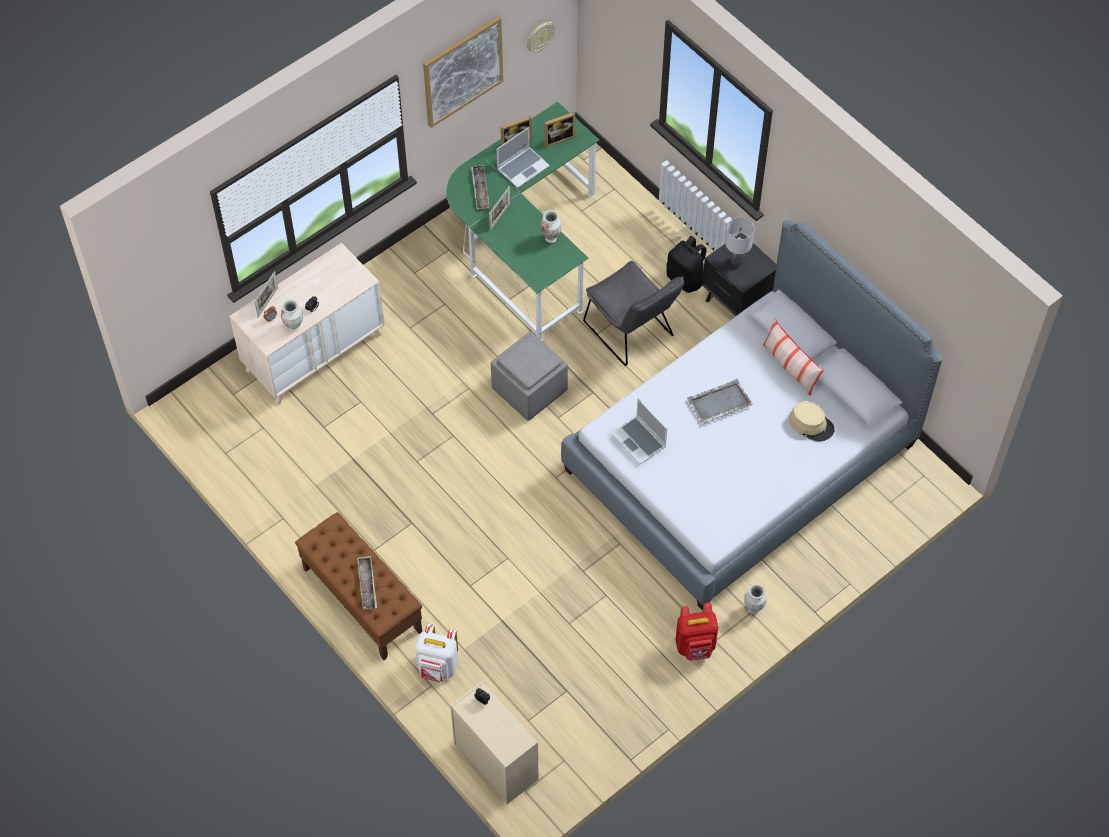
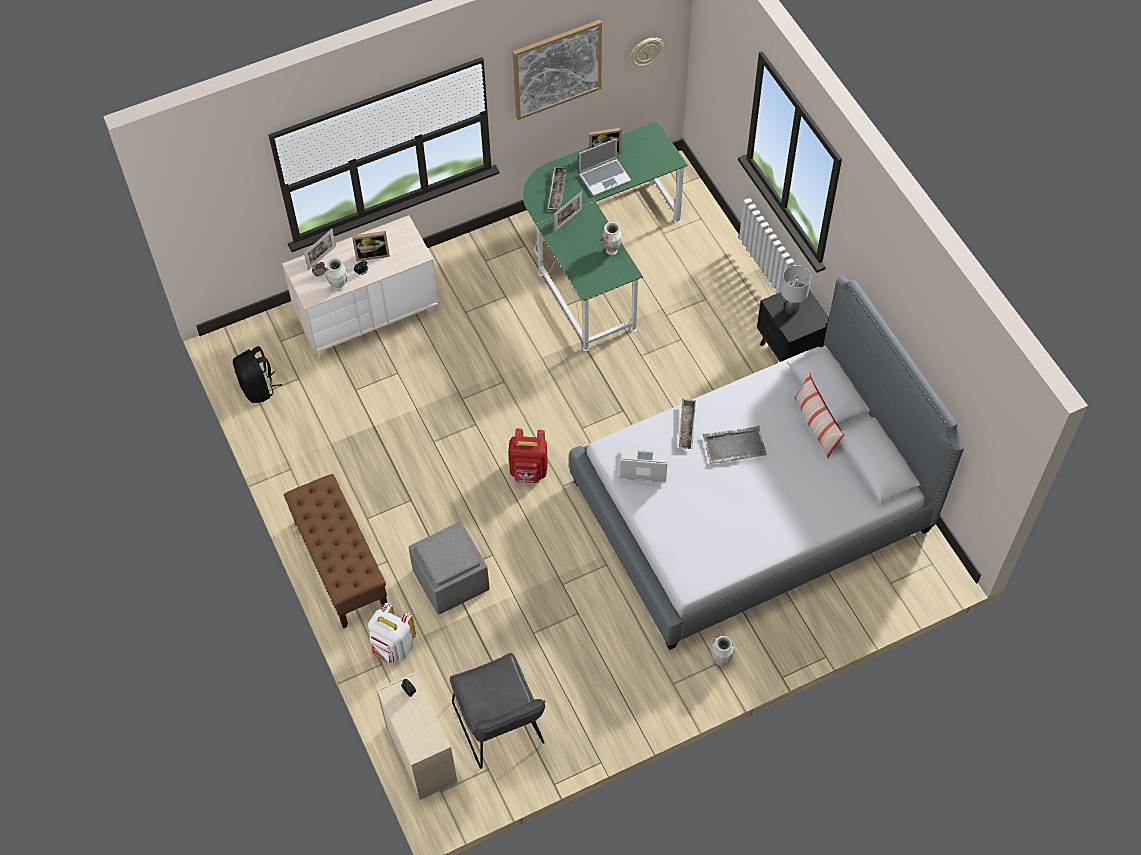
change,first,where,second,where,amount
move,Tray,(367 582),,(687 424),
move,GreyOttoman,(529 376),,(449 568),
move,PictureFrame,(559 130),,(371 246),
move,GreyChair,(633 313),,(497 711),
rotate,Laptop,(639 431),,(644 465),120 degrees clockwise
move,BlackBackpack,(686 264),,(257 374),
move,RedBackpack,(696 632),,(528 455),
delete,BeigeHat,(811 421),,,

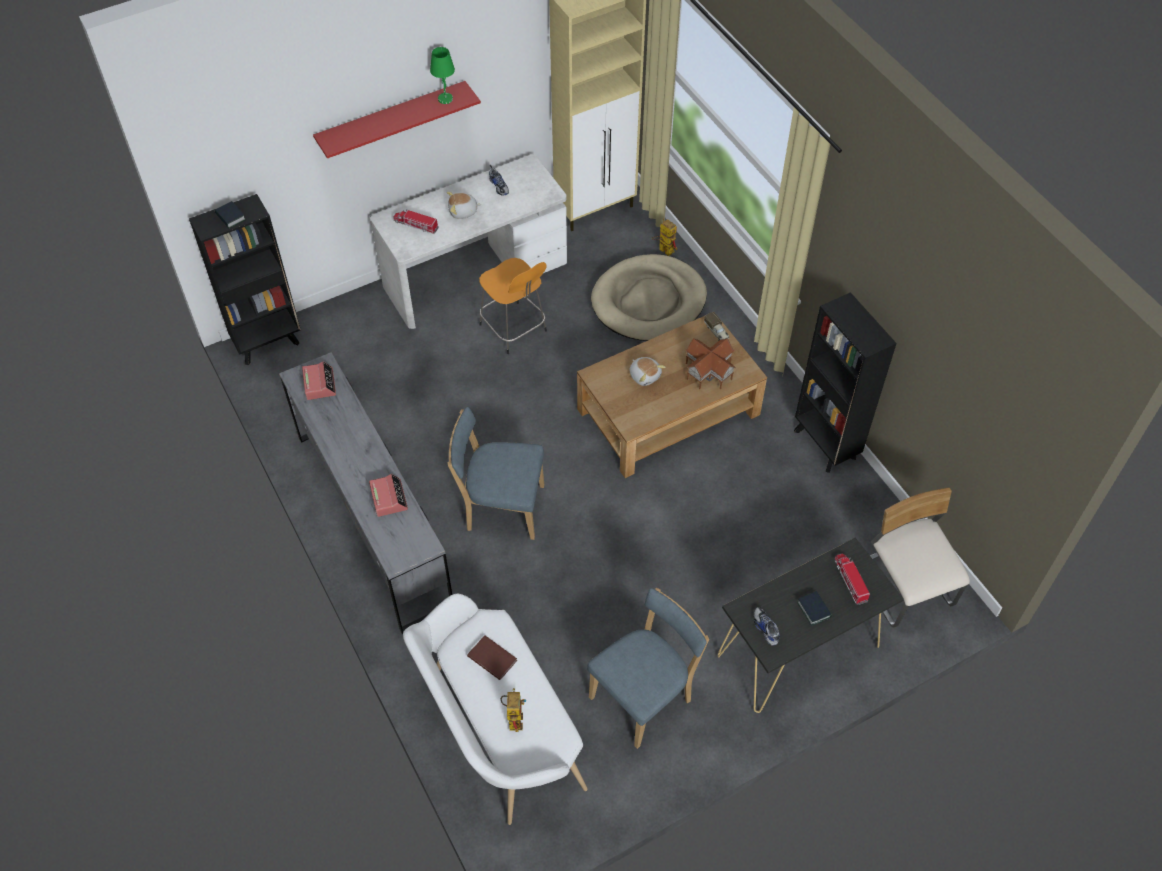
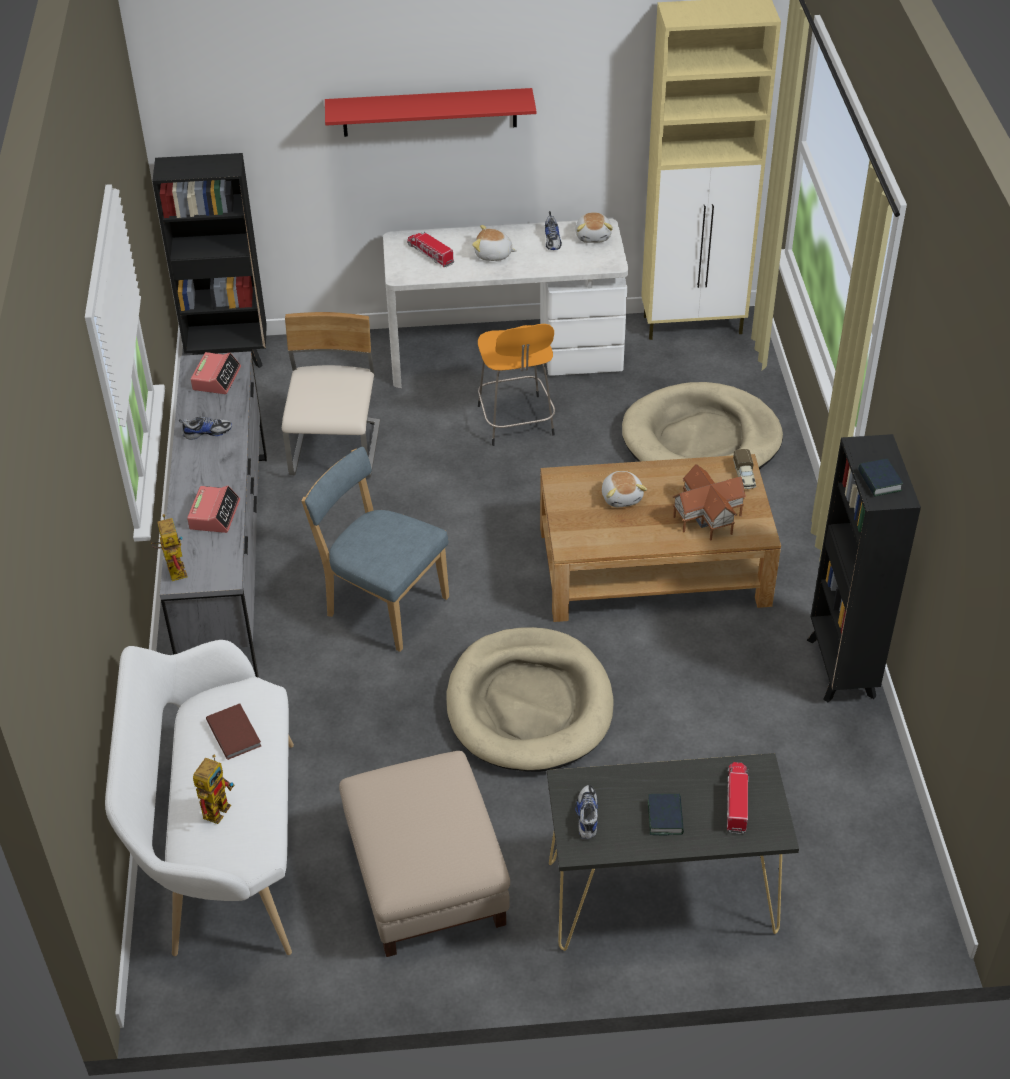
change,first,where,second,where,amount
move,Book,(230 214),,(880 478),
delete,GreenTableLamp,(442 75),,,
replace,BlueChair,(648 668),BeigeOttoman,(424 854),
move,ToyRobot,(664 237),,(169 547),
move,BeigeChair,(920 558),,(331 395),
insert,,,Shoe,(205 428),
insert,,,BeigeDogBed,(530 699),
insert,,,PlushToy,(594 227),

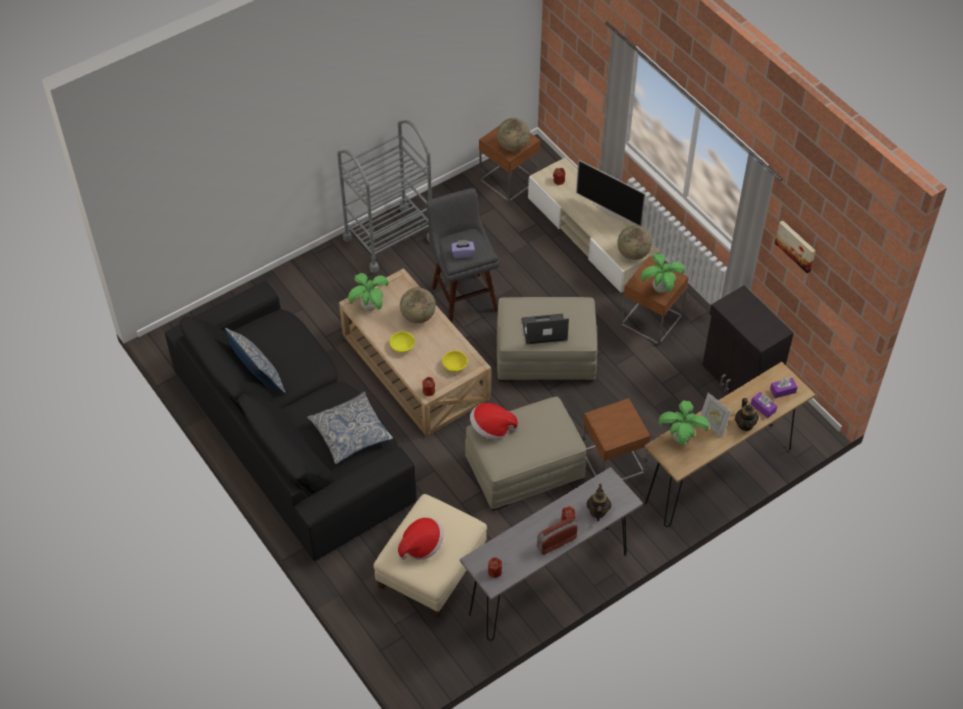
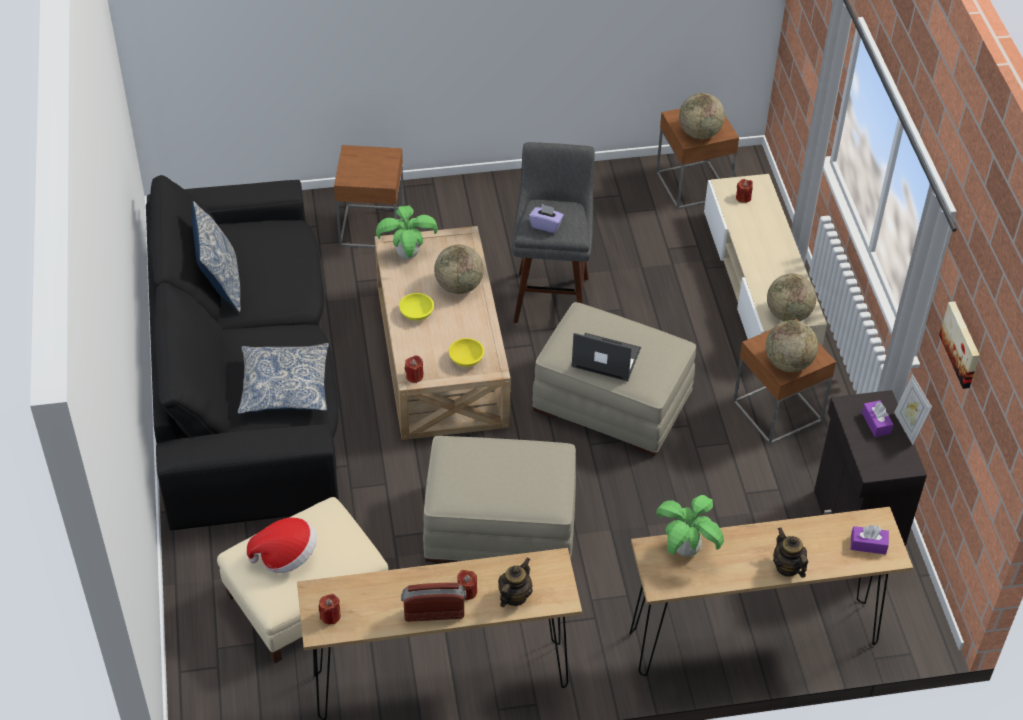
change,first,where,second,where,amount
delete,GreyCart,(384 196),,,
recolor,GreyConsoleTable,(551 554),BrownConsoleTable,(439 634),
delete,Hat,(494 421),,,
delete,Television,(611 193),,,
move,BrownSideTable,(616 439),,(369 196),
replace,PottedPlant,(663 273),Globe,(792 346),
move,PictureFrame,(716 415),,(913 409),
rotate,Teapot,(747 414),,(790 552),135 degrees clockwise
move,PurpleTissueBox,(764 405),,(878 418),

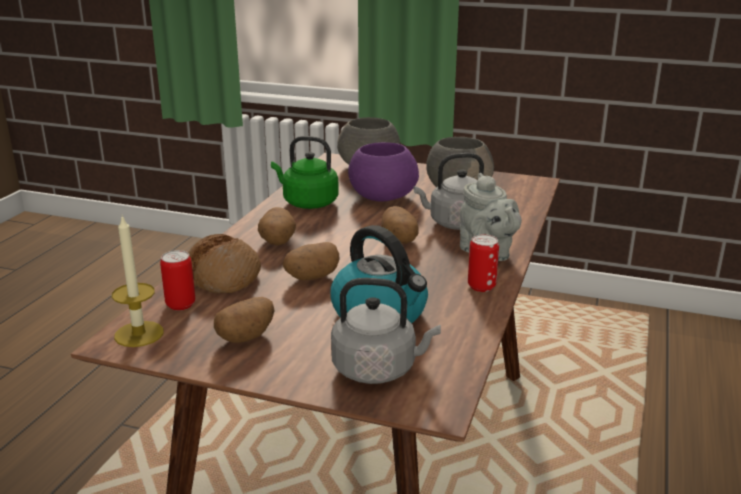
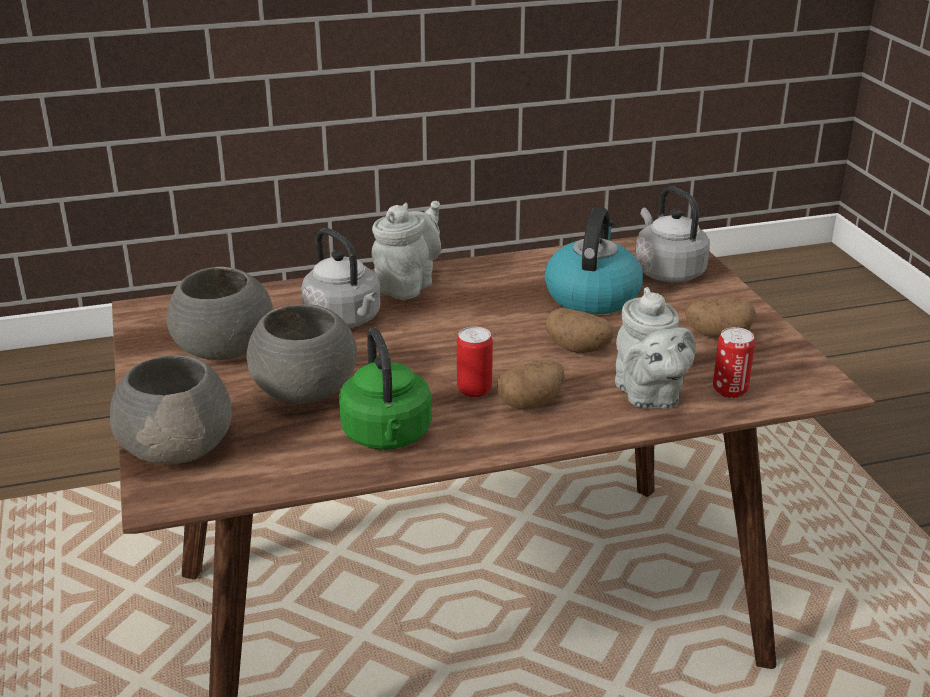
change,first,where,second,where,amount
delete,Candle,(138 281),,,
replace,Bread,(224 263),GreyTeapot,(655 347),
recolor,PurpleBowl,(383 172),GreyBowl,(302 354),
delete,Potato,(400 225),,,
move,Can,(483 263),,(475 362),

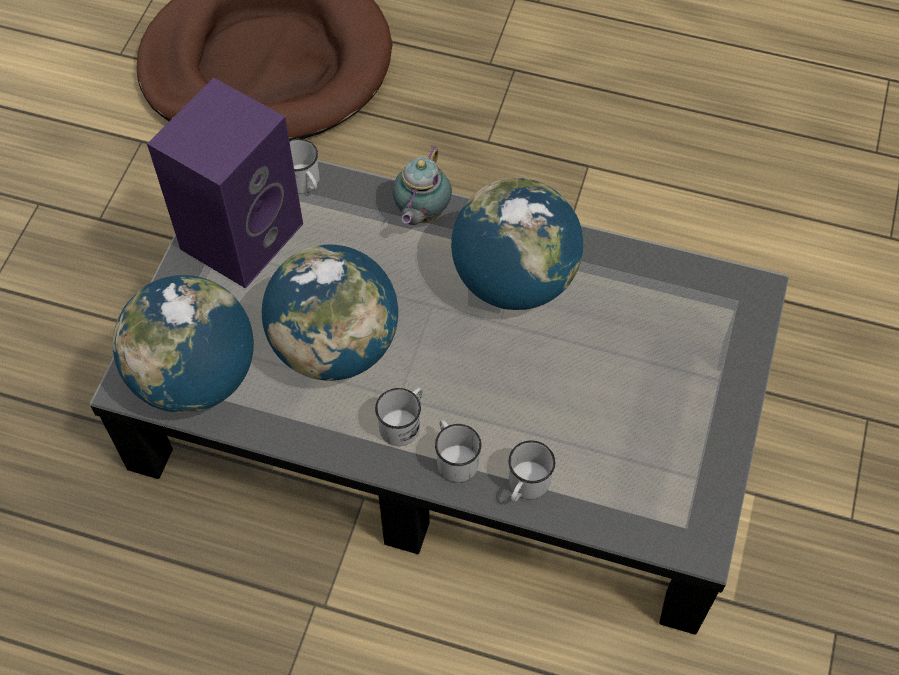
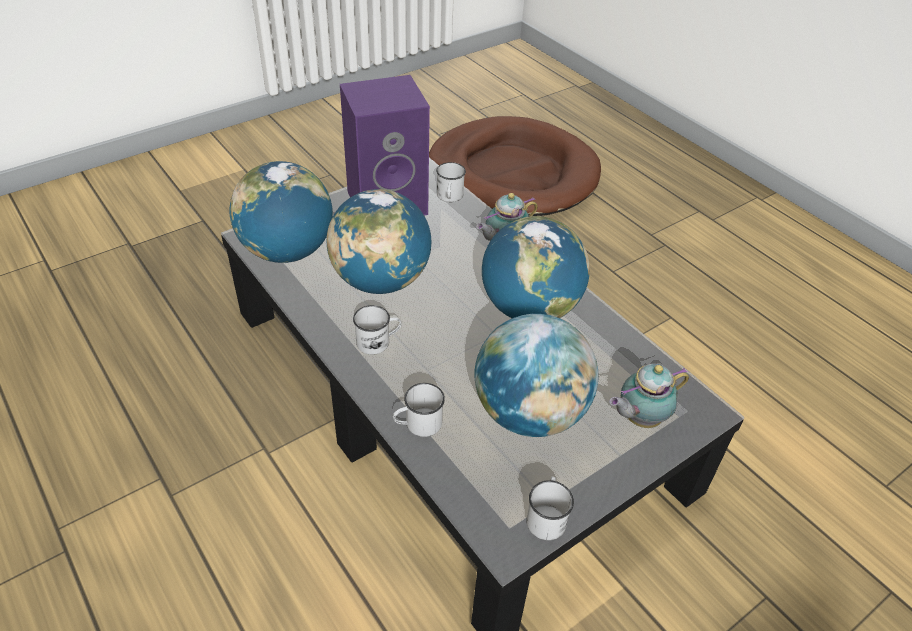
change,first,where,second,where,amount
move,WhiteMug,(458 451),,(550 508),
insert,,,Globe,(536 375),
insert,,,Teapot,(649 396),

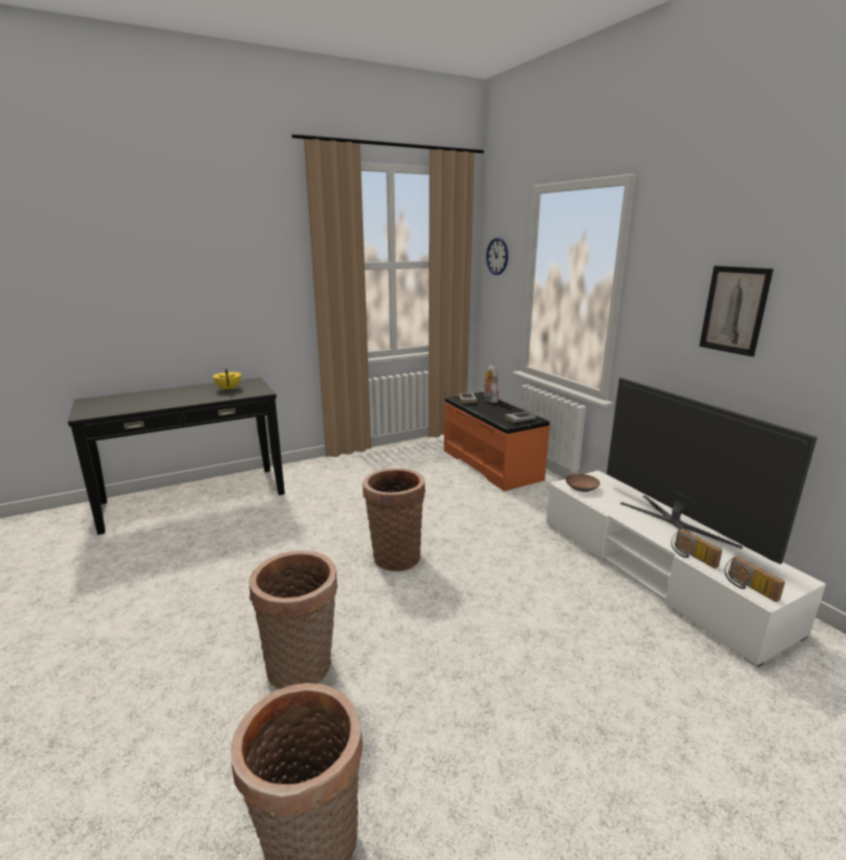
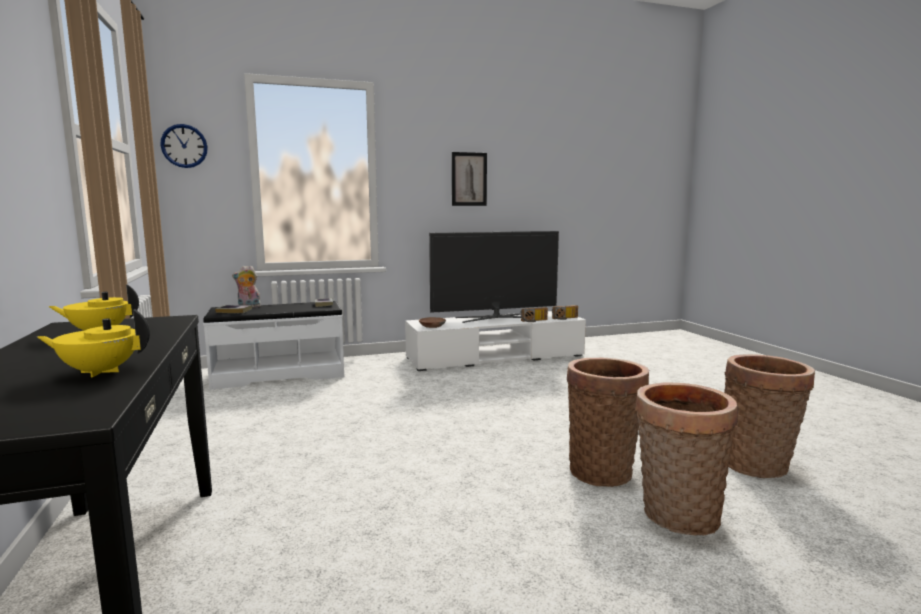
change,first,where,second,where,amount
move,Basket,(394 519),,(686 458),
recolor,OrangeBench,(497 441),WhiteBench,(273 345),
insert,,,YellowTeapot,(93 343),

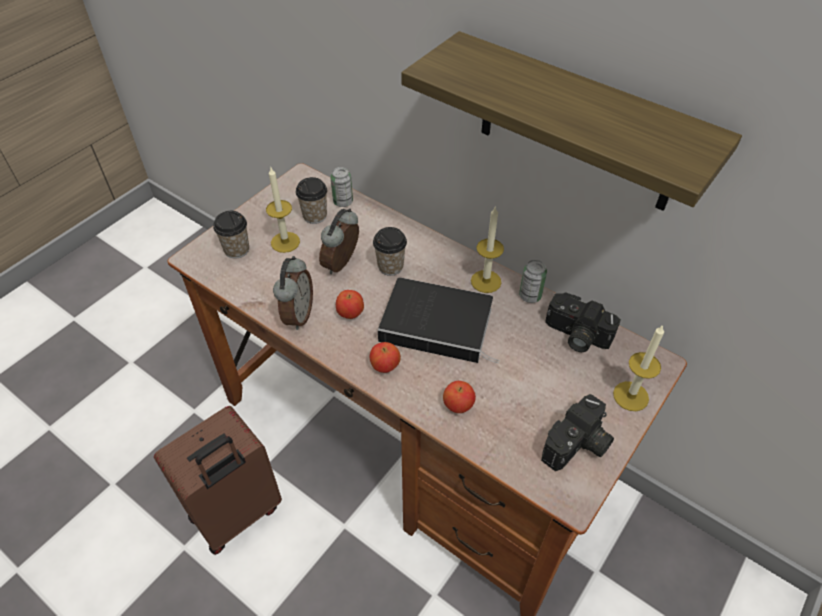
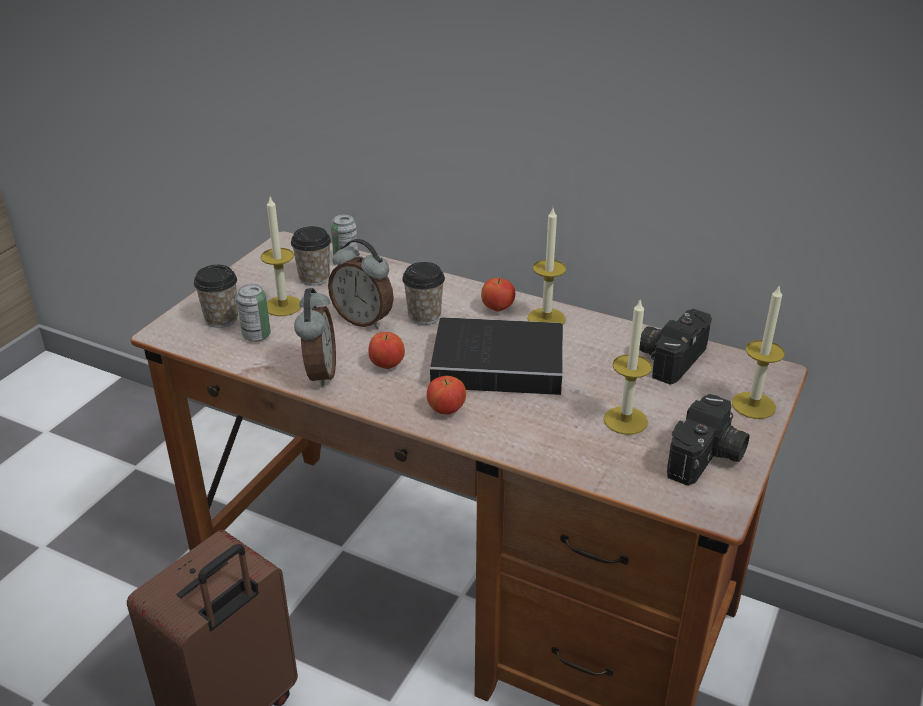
change,first,where,second,where,amount
rotate,AlarmClock,(339 241),,(361 284),75 degrees counterclockwise
delete,Shelf,(571 121),,,
move,Apple,(459 397),,(498 295),
move,Can,(533 281),,(253 313),
rotate,PhotoCamera,(583 322),,(675 347),105 degrees clockwise
insert,,,Candle,(627 366),

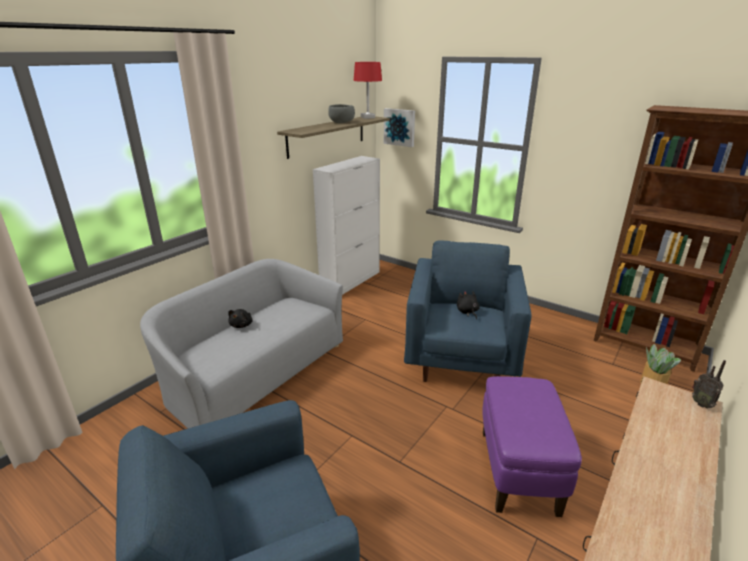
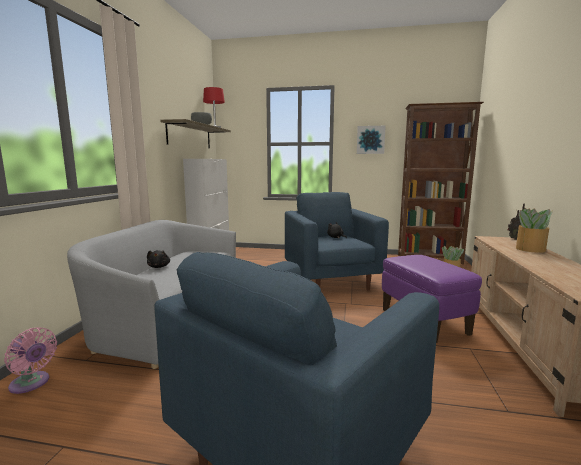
change,first,where,second,where,amount
move,Picture,(399 127),,(371 140),
insert,,,PinkFan,(30 360),
insert,,,PottedPlant,(534 230),

